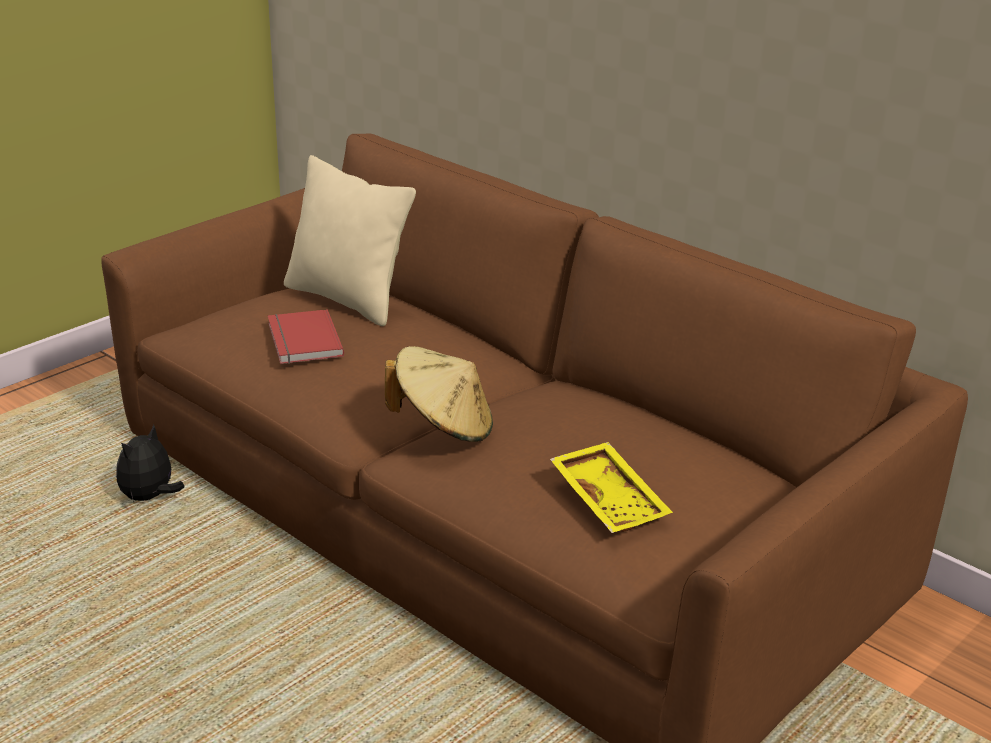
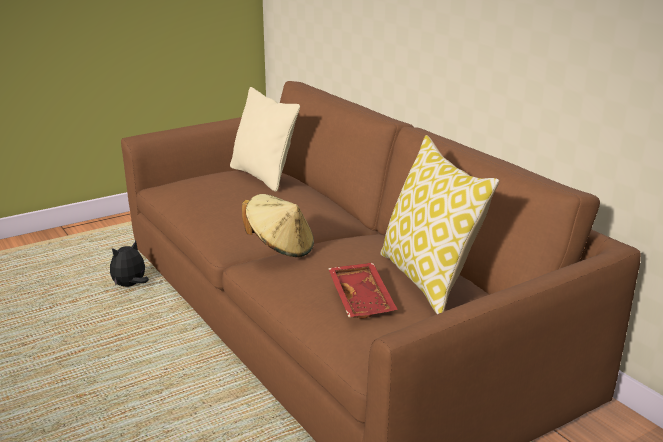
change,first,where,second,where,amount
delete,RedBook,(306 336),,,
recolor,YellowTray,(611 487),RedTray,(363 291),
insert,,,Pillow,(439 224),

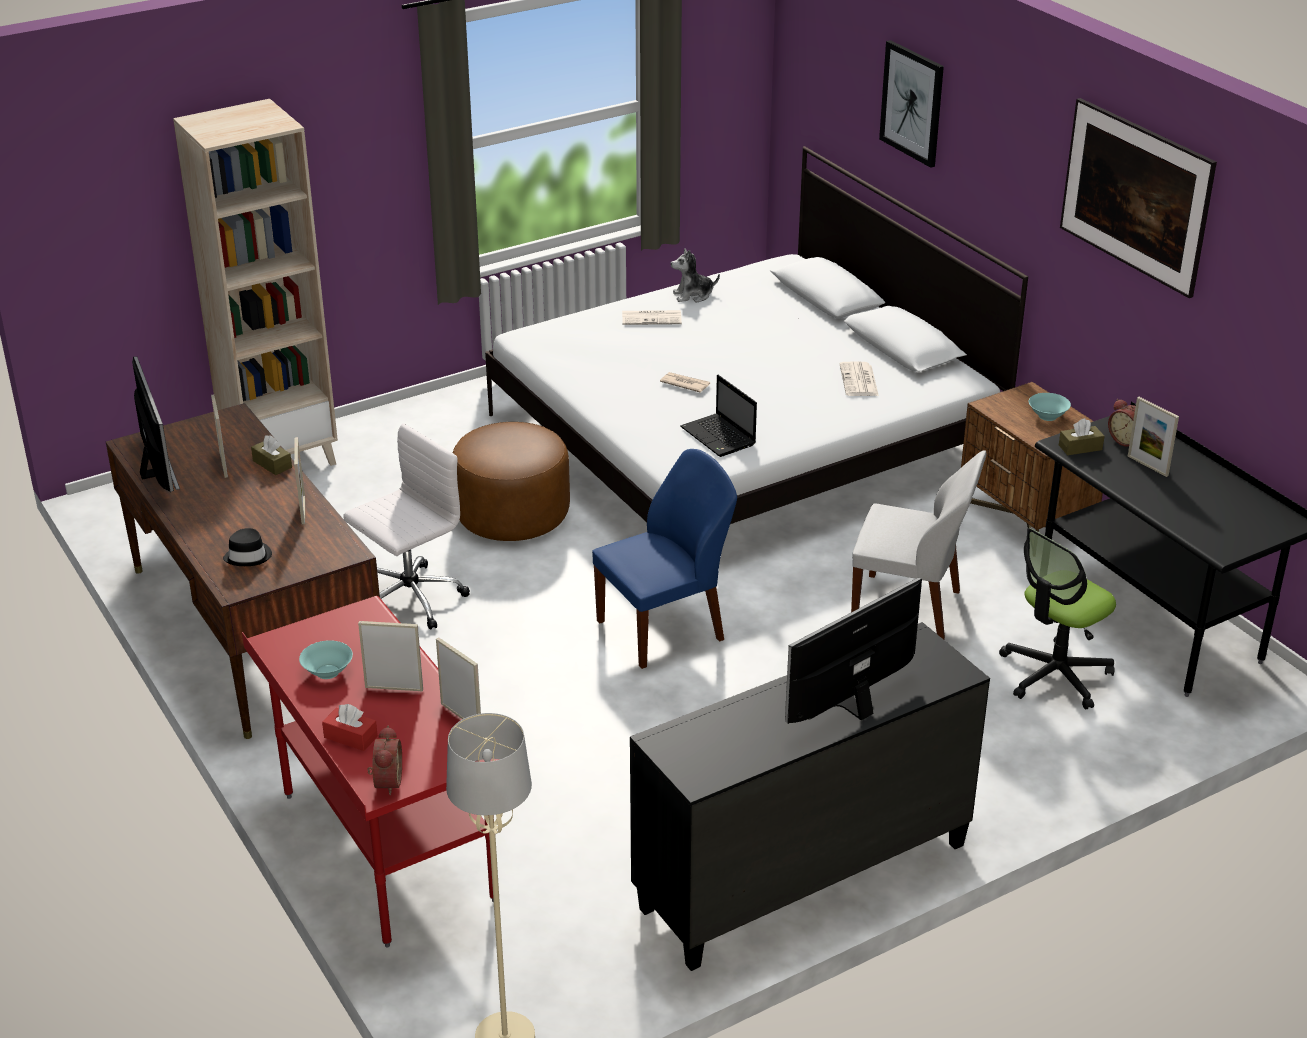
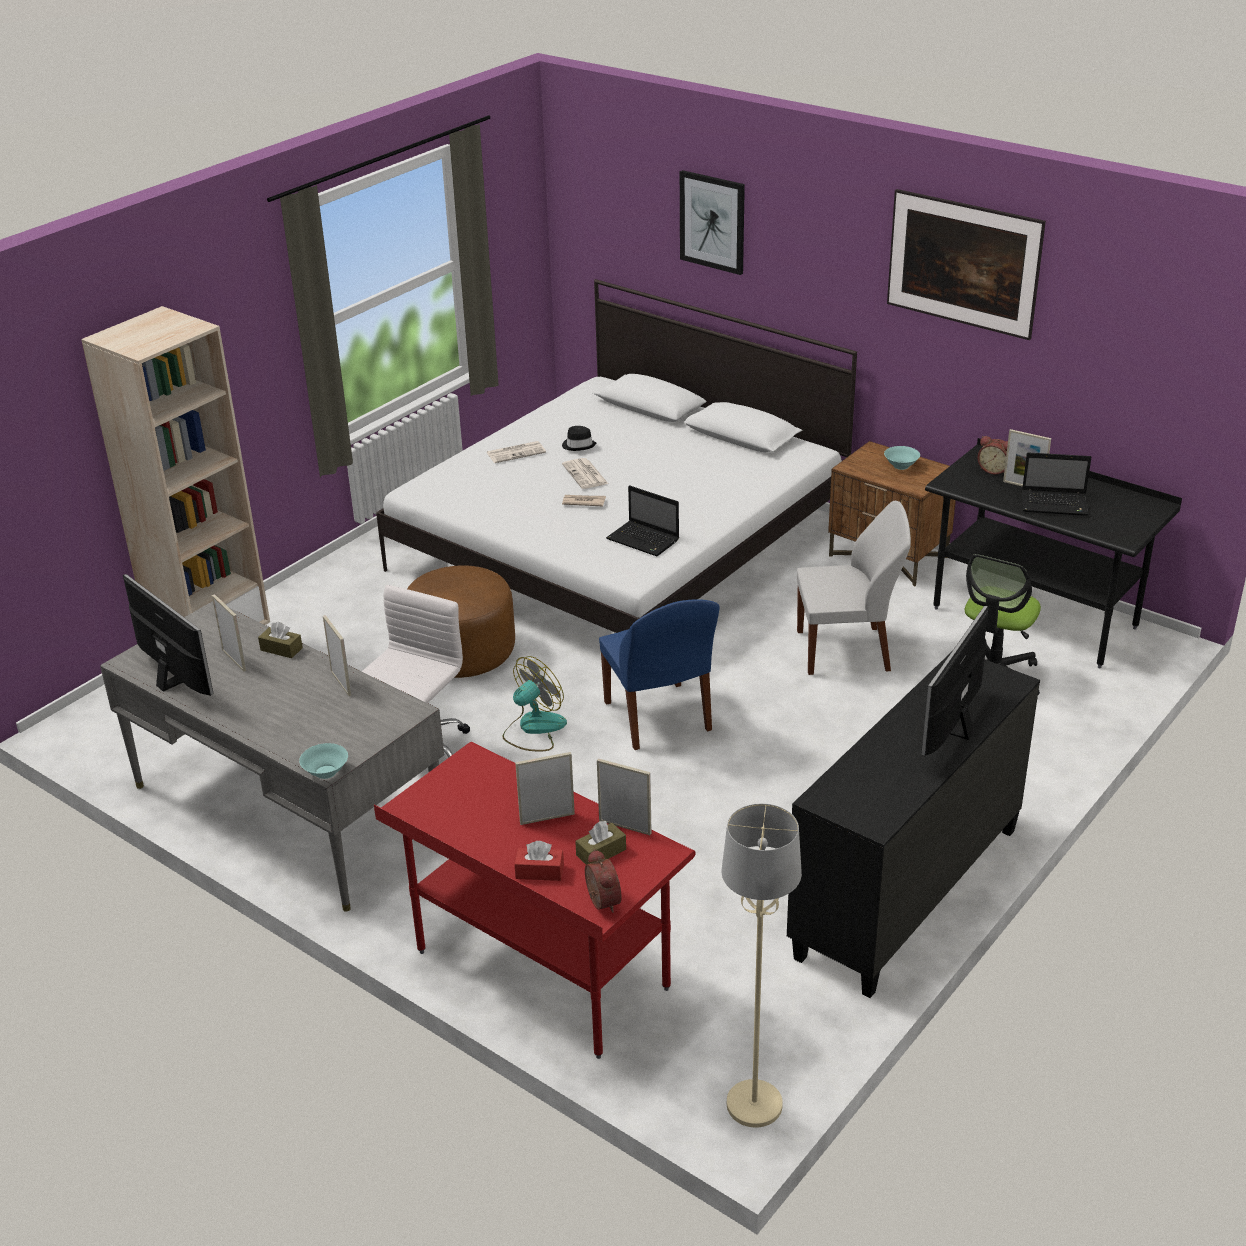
change,first,where,second,where,amount
recolor,BrownDesk,(243 571),GreyDesk,(272 756),
move,BlackHat,(247 547),,(579 438),
move,TurquoiseBowl,(326 659),,(323 761),
rotate,BlueChair,(664 559),,(659 674),120 degrees clockwise
delete,PlushToy,(695 275),,,
move,Newspaper,(859 378),,(585 473),
move,BrownTissueBox,(1082 436),,(600 843),
insert,,,Fan,(534 704),
insert,,,Laptop,(1056 484),

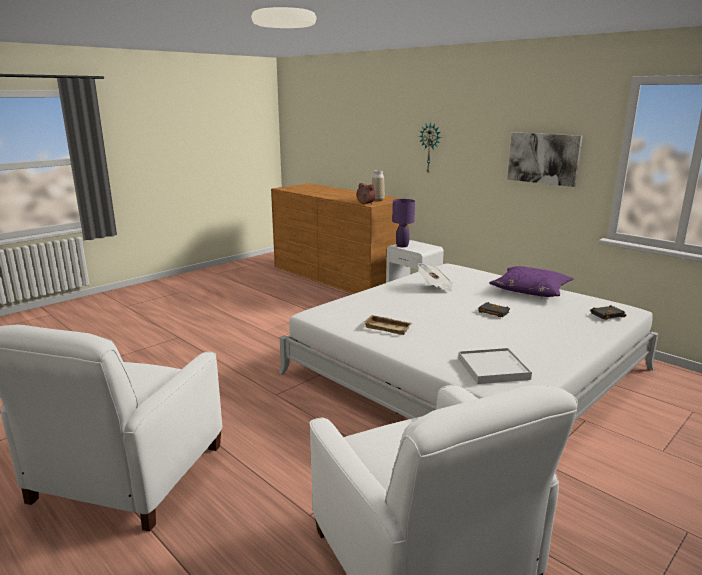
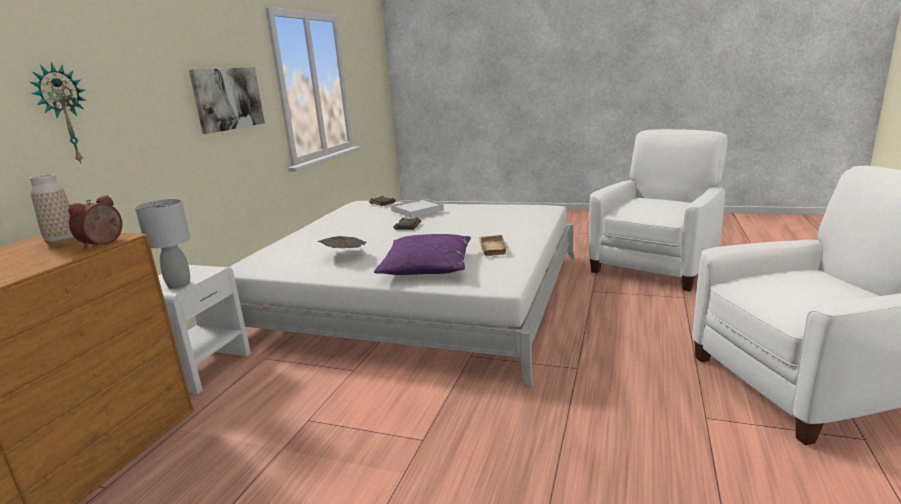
change,first,where,second,where,amount
recolor,PurpleTableLamp,(403 223),GreyTableLamp,(163 244),
move,WhiteTray,(495 366),,(417 208),
move,PurplePillow,(531 281),,(422 254),

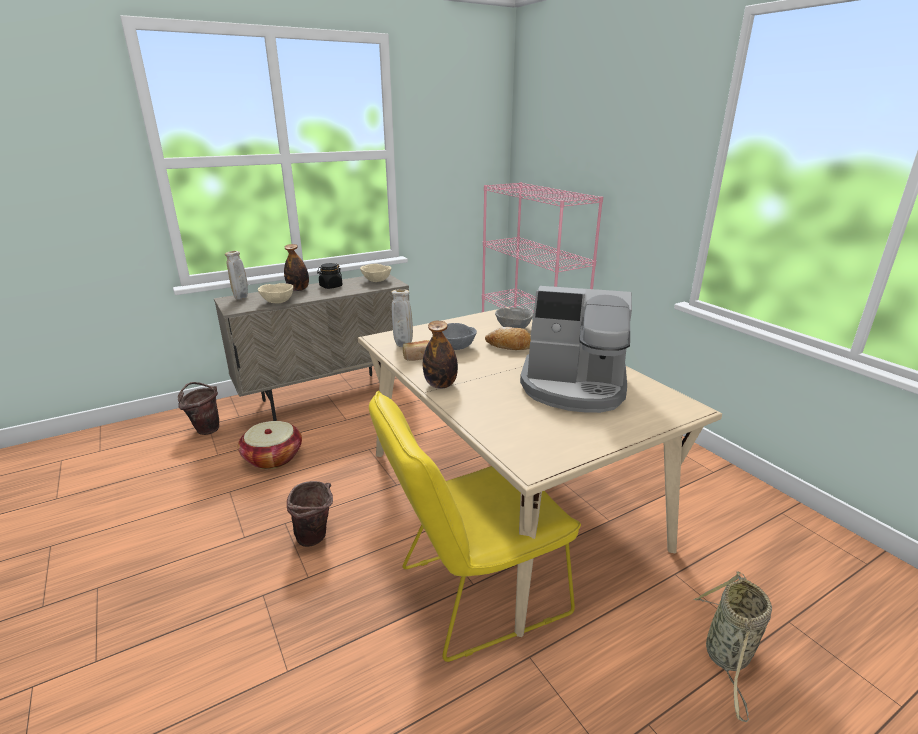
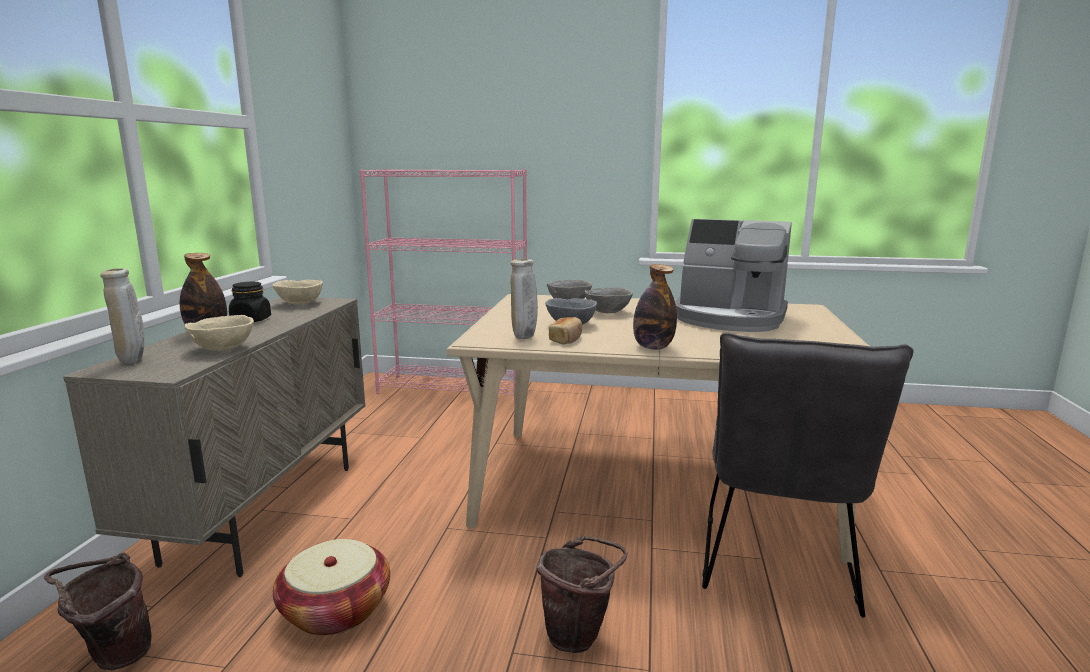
change,first,where,second,where,amount
recolor,YellowChair,(475 526),GreyChair,(808 475),
replace,Bread,(508 338),GreyBowl,(609 300),
rotate,CoffeeMachine,(576 349),,(733 275),60 degrees clockwise
delete,Basket,(732 646),,,

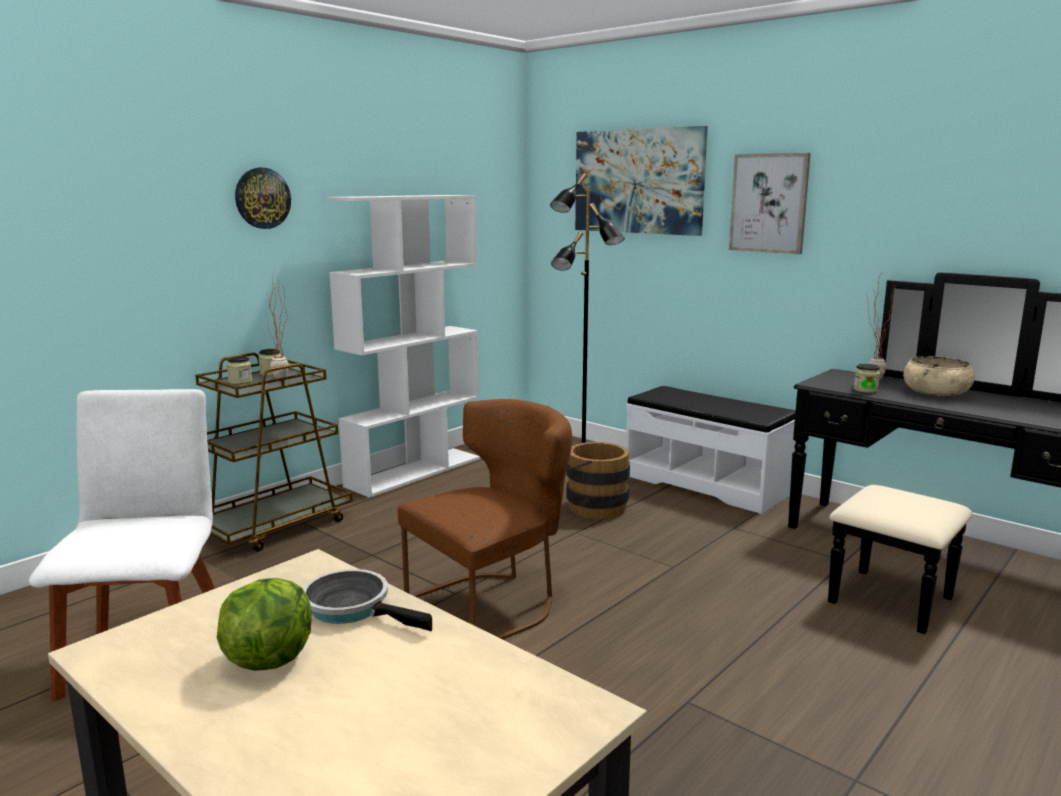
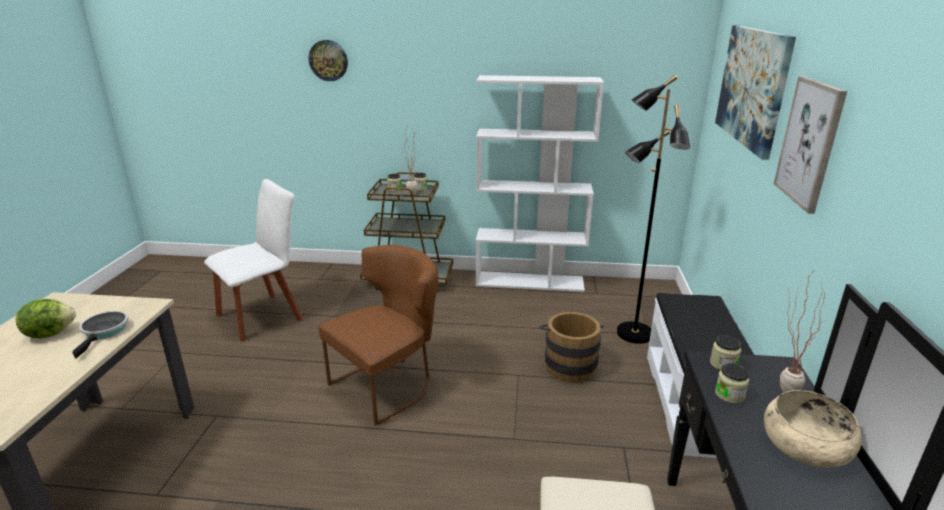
change,first,where,second,where,amount
move,WallClock,(263 198),,(328 60),
rotate,BrownChair,(485 519),,(378 335),60 degrees counterclockwise
insert,,,Jar,(725 352),

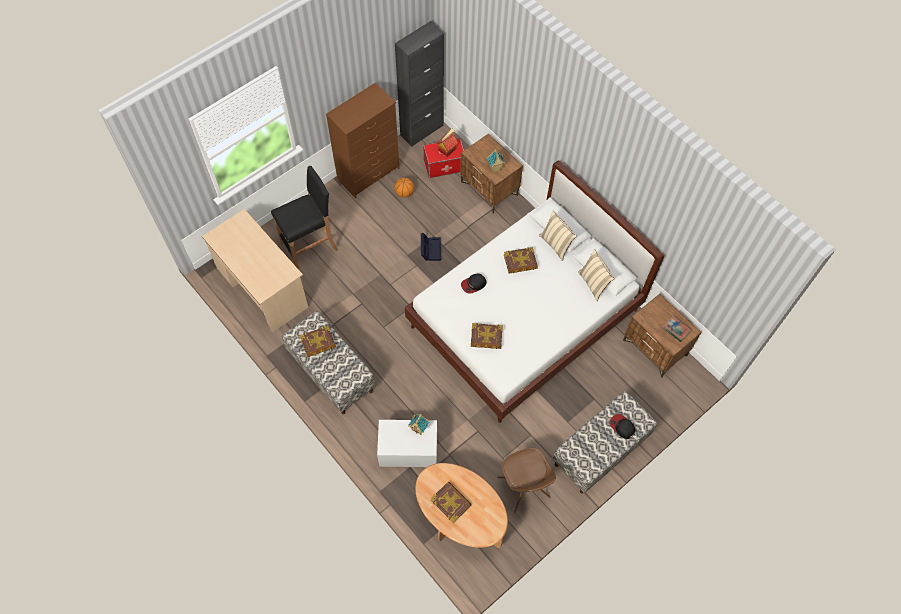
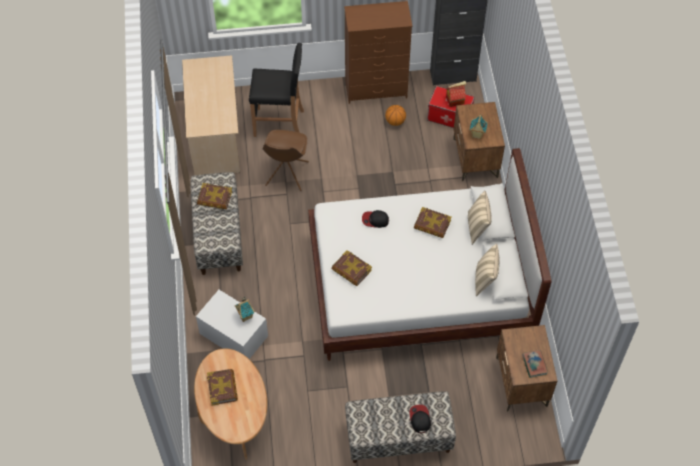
change,first,where,second,where,amount
delete,BlackStorageBox,(431 247),,,
move,BrownChair,(527 480),,(286 160),

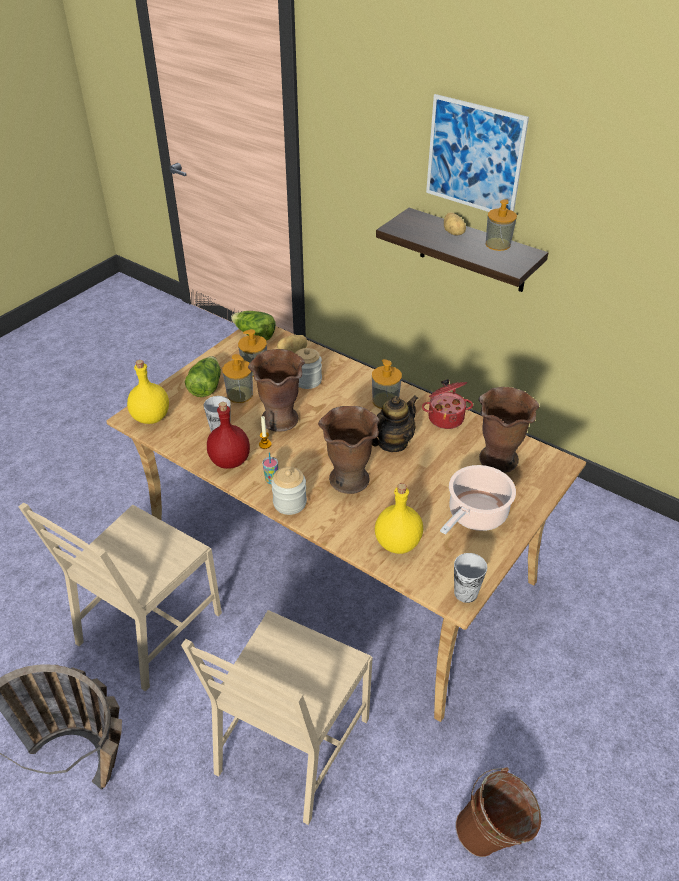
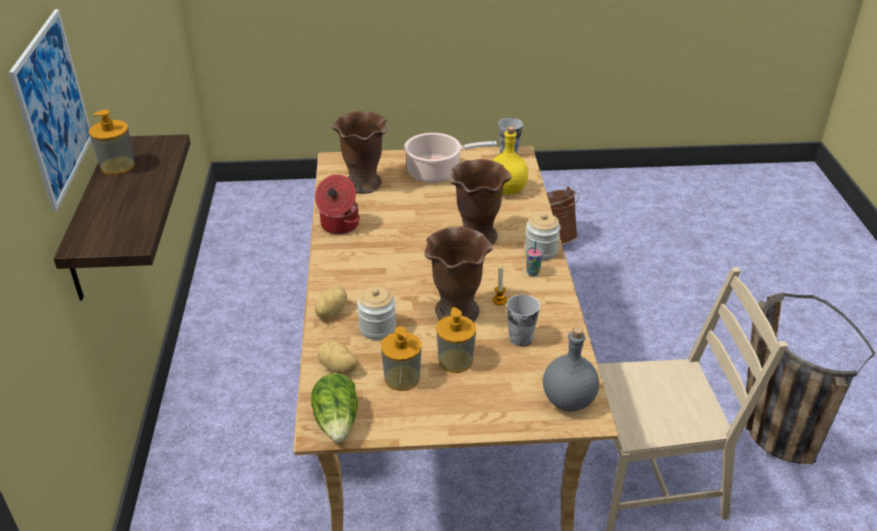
change,first,where,second,where,amount
recolor,YellowBottle,(148 392),GreyBottle,(571 369),
delete,BeigeChair,(277 717),,,
delete,Lettuce,(203 376),,,
delete,RedBottle,(228 435),,,
delete,SoapDispenser,(387 384),,,
delete,Teapot,(395 423),,,
move,Potato,(455 224),,(331 302),

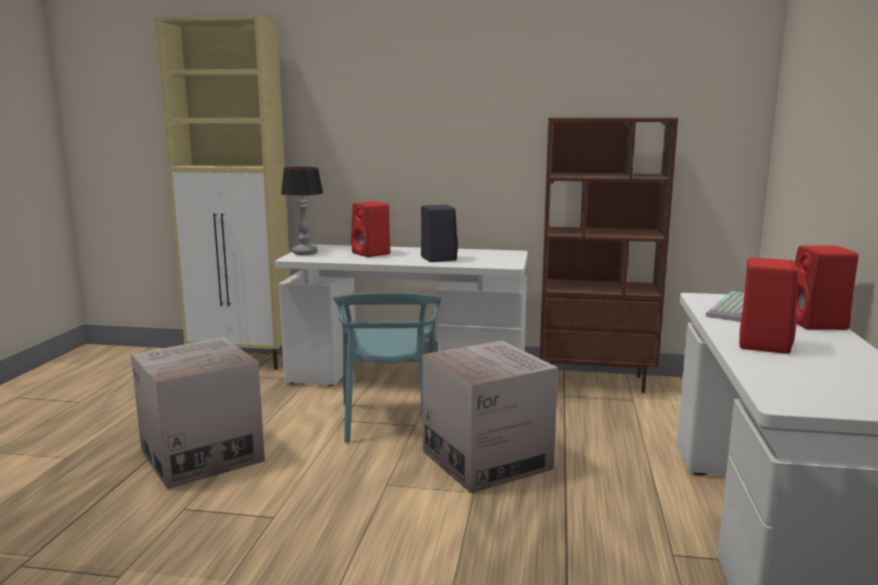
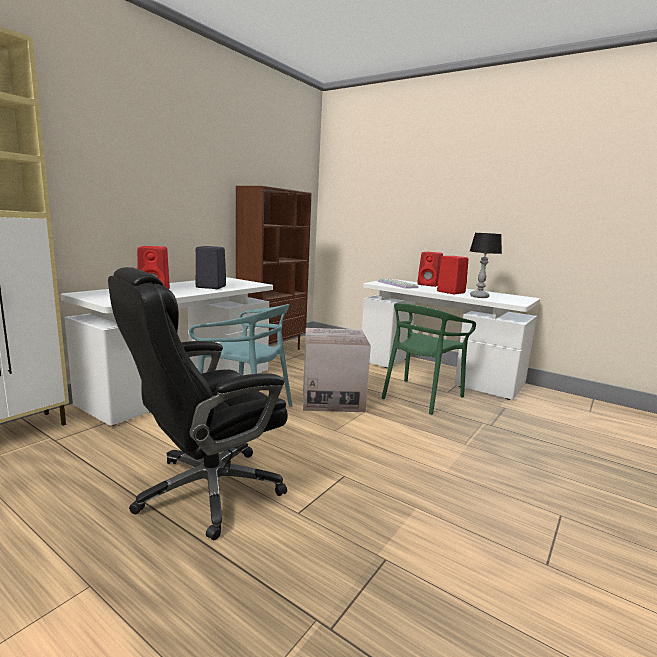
change,first,where,second,where,amount
replace,CardboardBox,(198 413),BlackOfficeChair,(198 403),
move,TableLamp,(302 211),,(486 265),
insert,,,GreenChair,(429 359),

